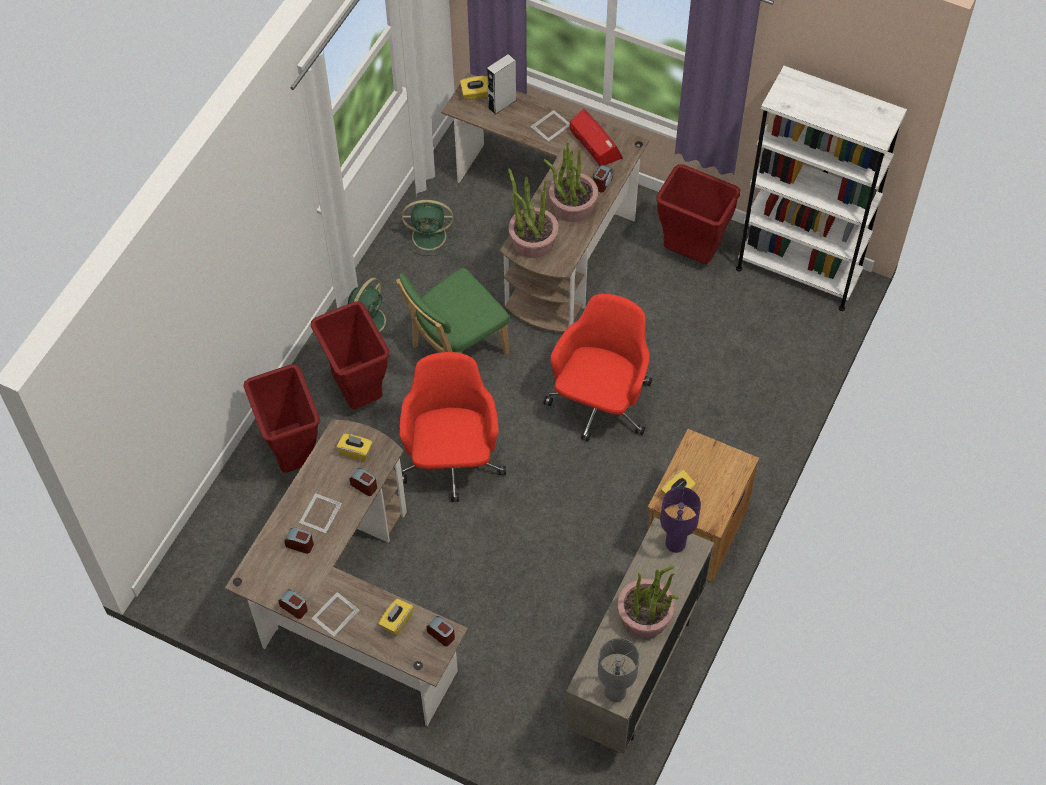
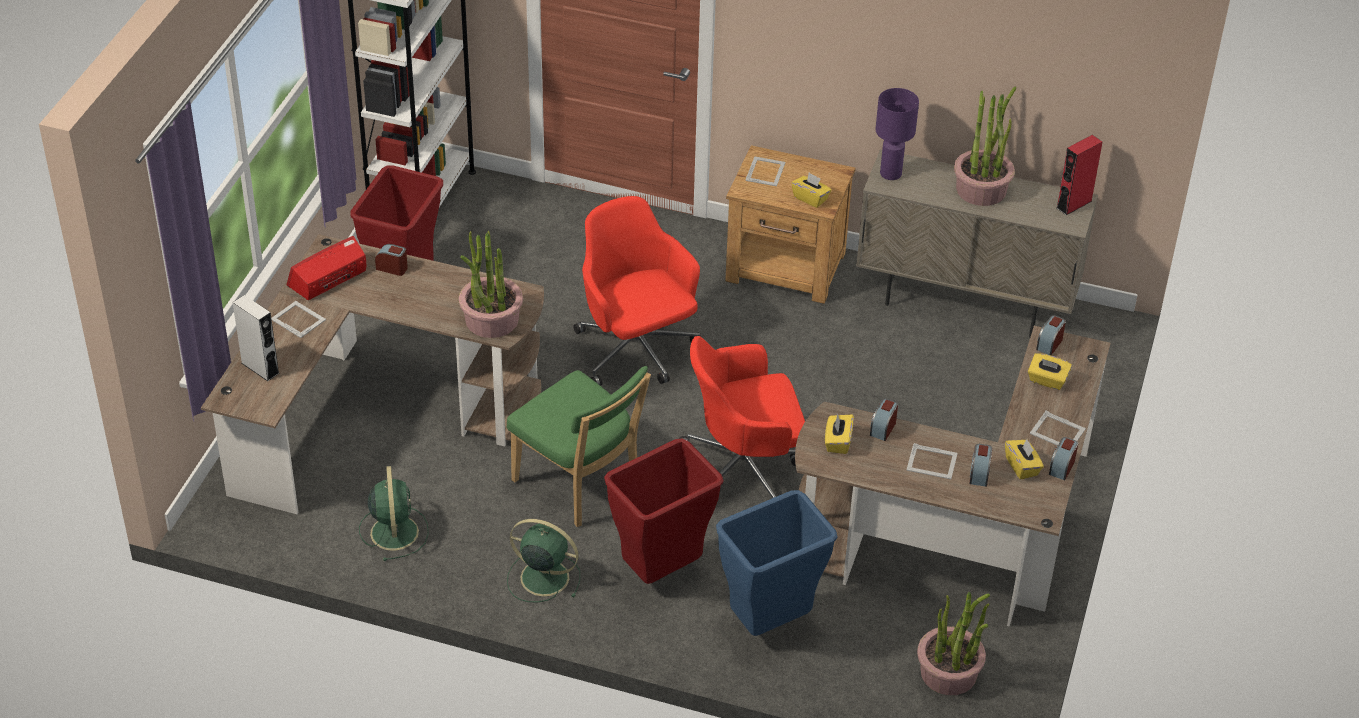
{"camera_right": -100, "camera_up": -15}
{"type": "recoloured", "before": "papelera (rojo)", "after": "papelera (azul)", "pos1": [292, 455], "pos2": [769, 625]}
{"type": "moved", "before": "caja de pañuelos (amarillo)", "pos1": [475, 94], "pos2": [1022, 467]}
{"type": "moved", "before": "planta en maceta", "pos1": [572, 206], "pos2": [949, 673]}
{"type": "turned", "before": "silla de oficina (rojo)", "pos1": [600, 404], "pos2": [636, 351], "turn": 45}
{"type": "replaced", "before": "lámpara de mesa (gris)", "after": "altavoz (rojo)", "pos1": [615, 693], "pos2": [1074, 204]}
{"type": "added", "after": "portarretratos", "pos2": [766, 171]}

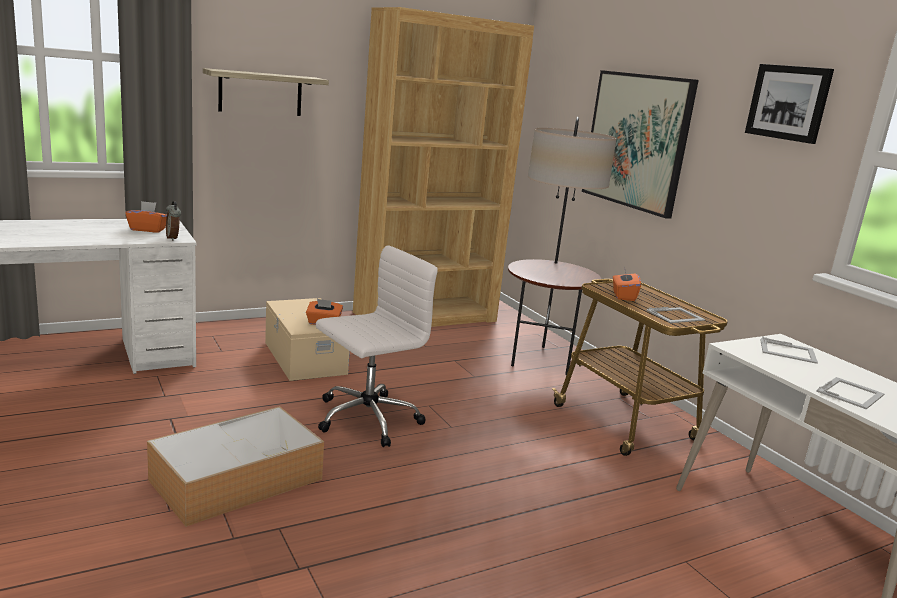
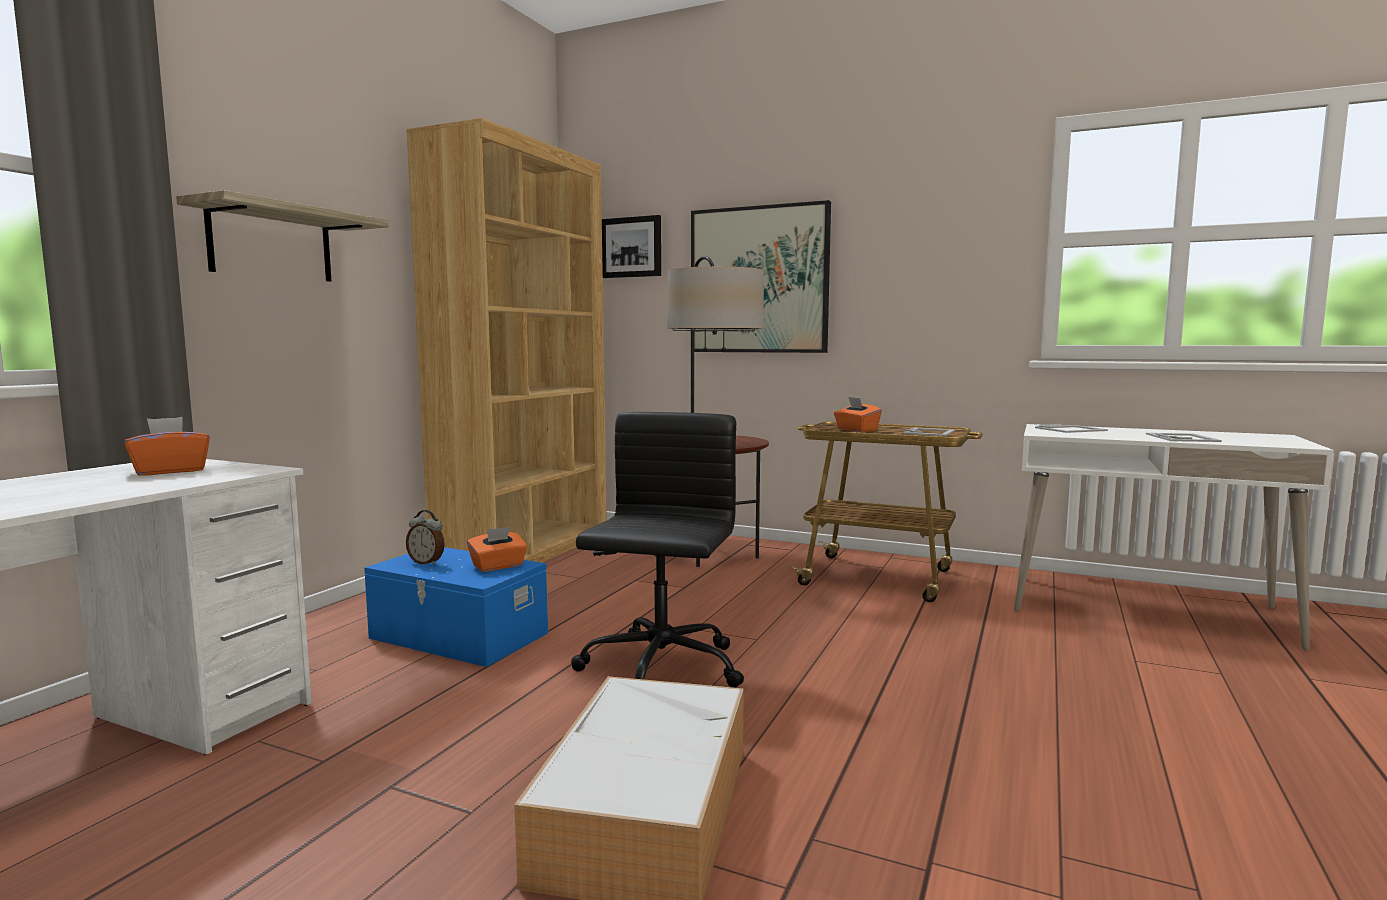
{"camera_right": -35, "camera_up": -10}
{"type": "moved", "before": "despertador", "pos1": [173, 238], "pos2": [427, 562]}
{"type": "recoloured", "before": "caja de almacenaje (beis)", "after": "caja de almacenaje (azul)", "pos1": [304, 358], "pos2": [458, 636]}
{"type": "recoloured", "before": "silla de oficina (blanco)", "after": "silla de oficina (negro)", "pos1": [366, 419], "pos2": [660, 669]}
{"type": "moved", "before": "cuadro", "pos1": [788, 102], "pos2": [631, 247]}

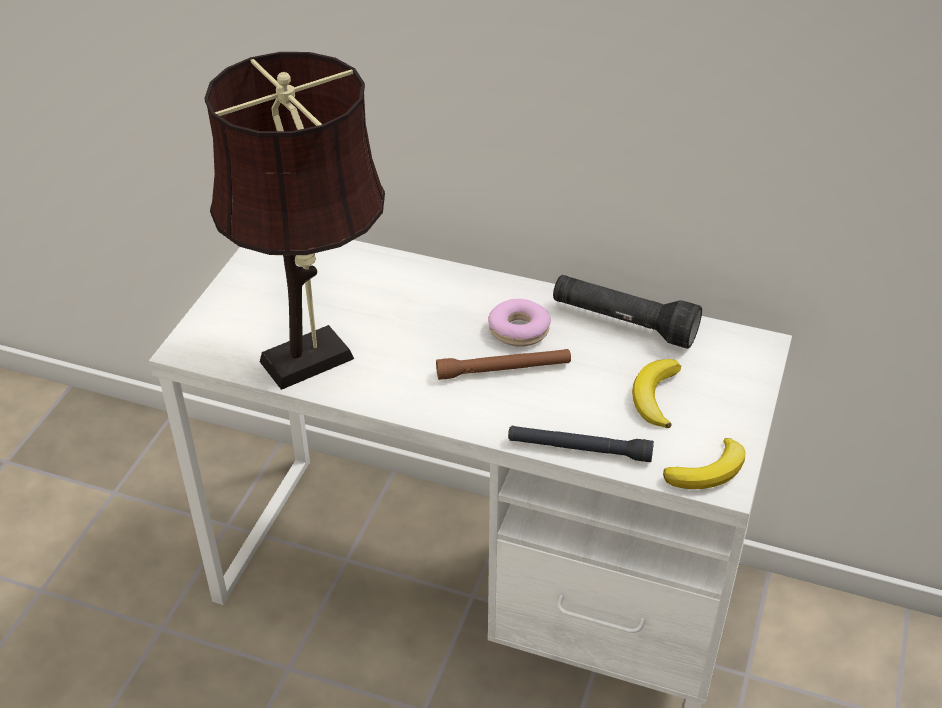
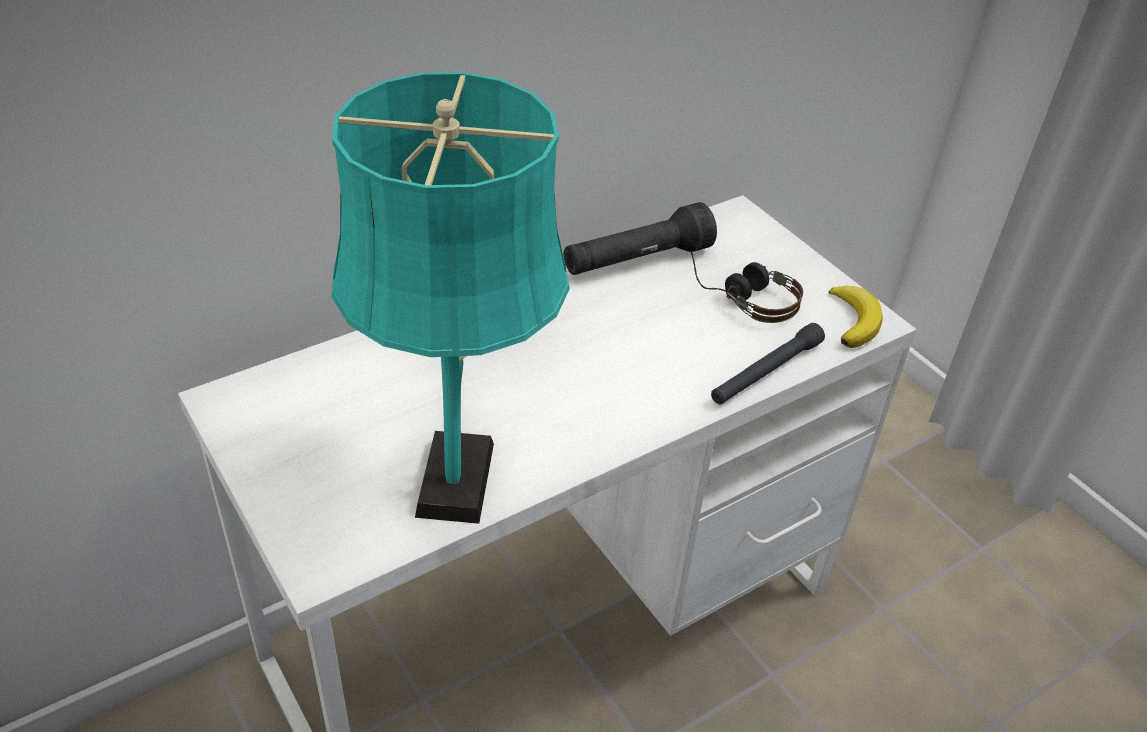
{"camera_right": -55, "camera_up": 0}
{"type": "recoloured", "before": "lámpara de mesa (marrón)", "after": "lámpara de mesa (turquesa)", "pos1": [315, 357], "pos2": [458, 470]}
{"type": "removed", "before": "linterna (marrón)", "pos1": [503, 370]}
{"type": "removed", "before": "rosquilla", "pos1": [519, 330]}
{"type": "replaced", "before": "plátano", "after": "auriculares", "pos1": [655, 396], "pos2": [743, 296]}

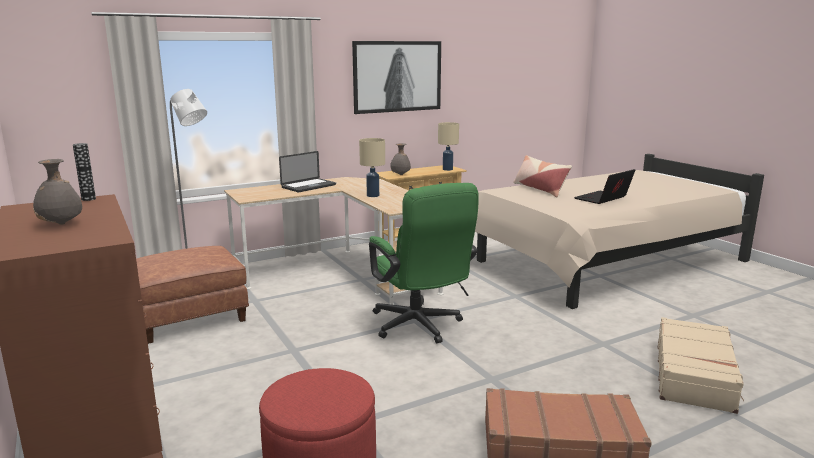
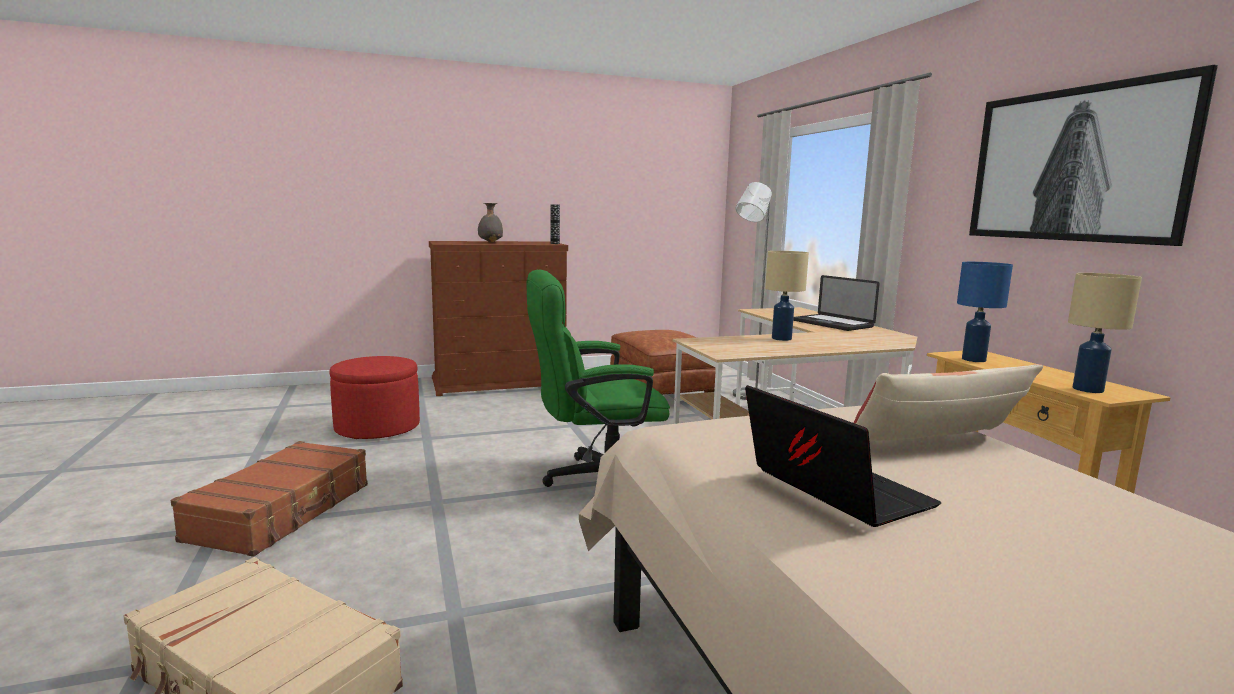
{"camera_right": 100, "camera_up": -5}
{"type": "replaced", "before": "florero (gris)", "after": "lámpara de mesa (azul)", "pos1": [400, 175], "pos2": [973, 359]}

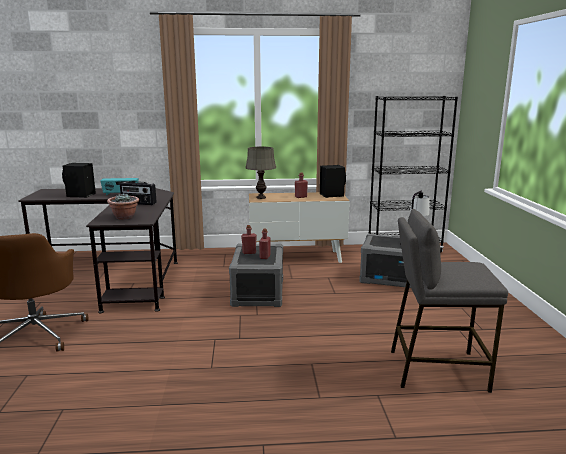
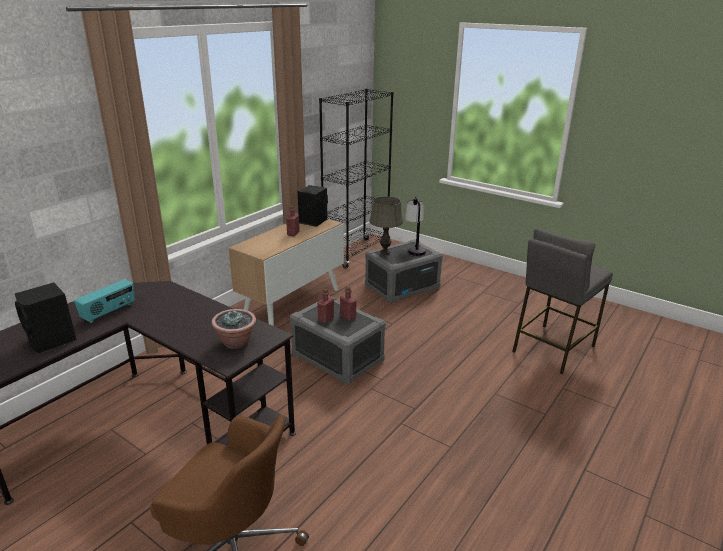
{"camera_right": -50, "camera_up": 10}
{"type": "removed", "before": "radio", "pos1": [138, 203]}
{"type": "moved", "before": "lámpara de mesa (gris)", "pos1": [261, 197], "pos2": [385, 252]}

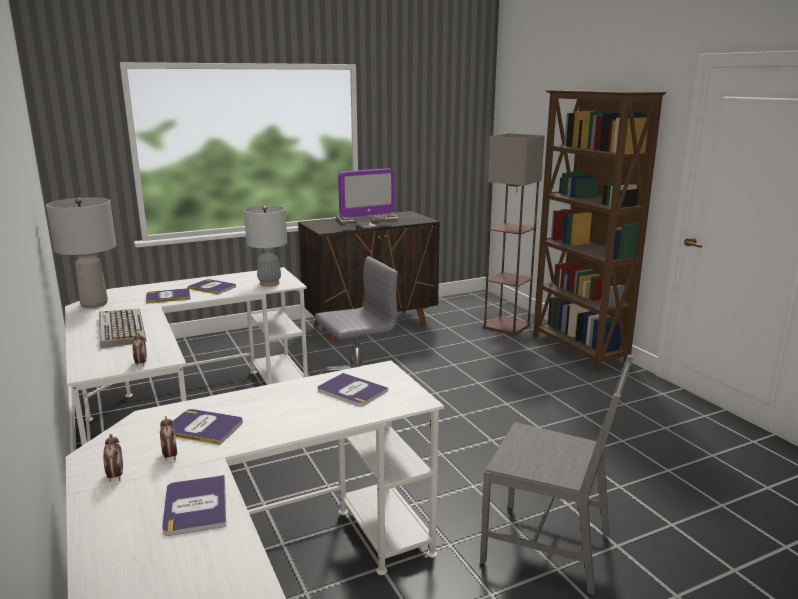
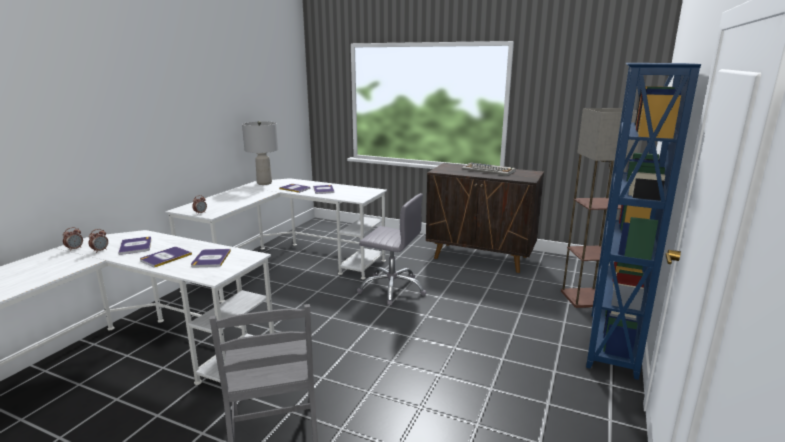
{"camera_right": 50, "camera_up": 0}
{"type": "removed", "before": "teclado", "pos1": [121, 329]}
{"type": "moved", "before": "libro", "pos1": [195, 506], "pos2": [165, 257]}
{"type": "removed", "before": "lámpara de mesa (gris)", "pos1": [269, 283]}
{"type": "removed", "before": "monitor", "pos1": [367, 226]}
{"type": "recoloured", "before": "estantería (marrón)", "after": "estantería (azul)", "pos1": [578, 349], "pos2": [611, 344]}

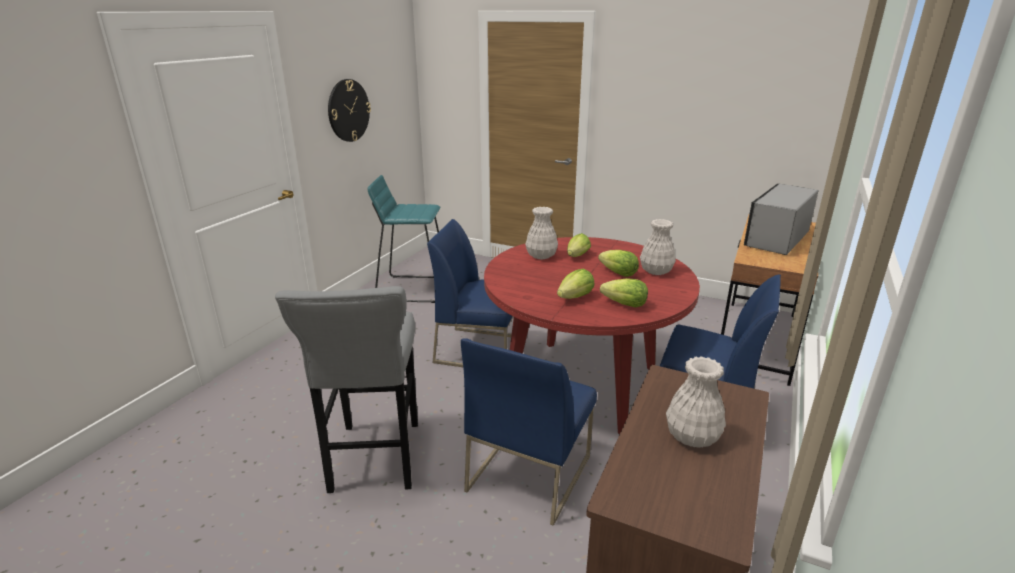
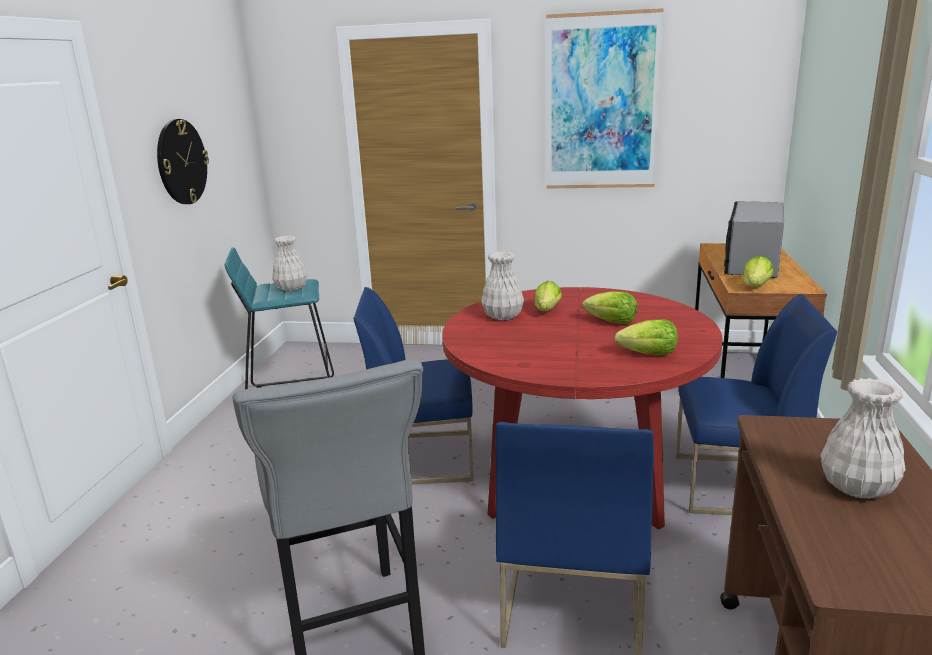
{"camera_right": -15, "camera_up": -5}
{"type": "moved", "before": "lechuga", "pos1": [575, 297], "pos2": [756, 286]}
{"type": "moved", "before": "florero (blanco)", "pos1": [656, 271], "pos2": [292, 288]}
{"type": "added", "after": "cuadro", "pos2": [601, 103]}

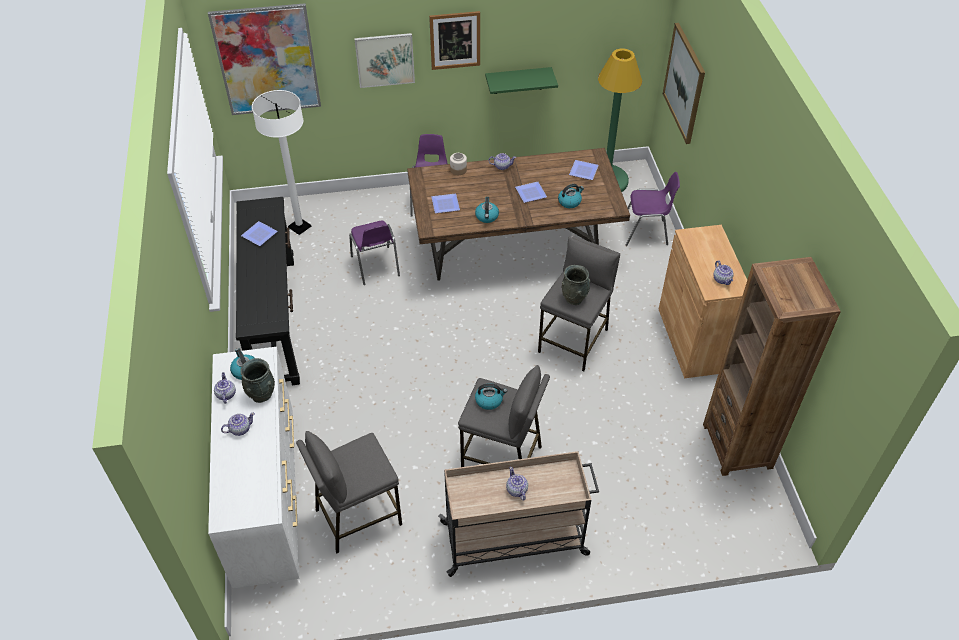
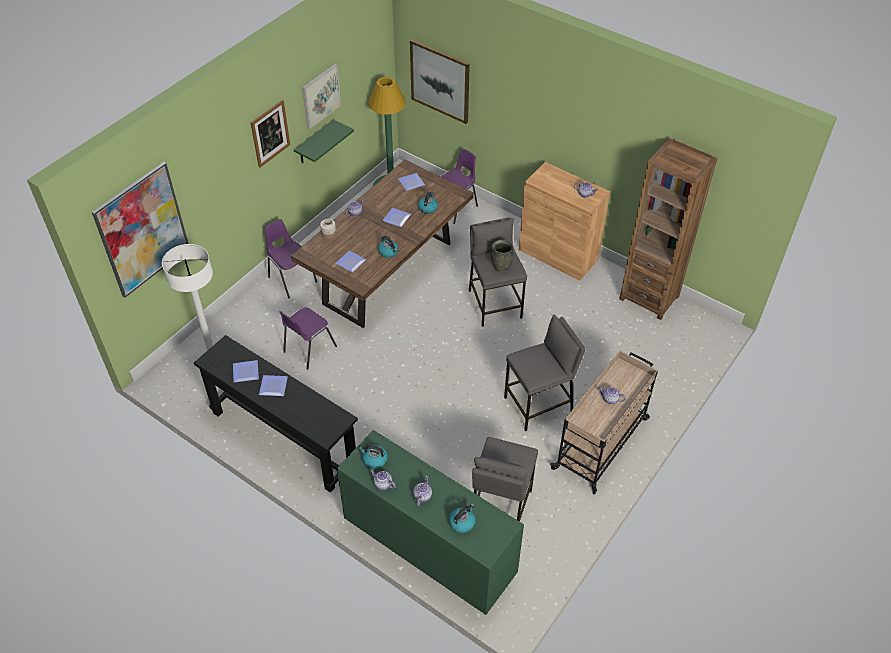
{"camera_right": -45, "camera_up": 0}
{"type": "recoloured", "before": "cómoda (blanco)", "after": "cómoda (verde)", "pos1": [266, 496], "pos2": [429, 547]}
{"type": "removed", "before": "florero (gris)", "pos1": [261, 394]}
{"type": "turned", "before": "silla (morado)", "pos1": [375, 267], "pos2": [308, 349], "turn": 105}
{"type": "moved", "before": "cuadro", "pos1": [385, 60], "pos2": [321, 96]}
{"type": "moved", "before": "hervidor", "pos1": [489, 400], "pos2": [462, 522]}
{"type": "added", "after": "plato", "pos2": [274, 386]}

